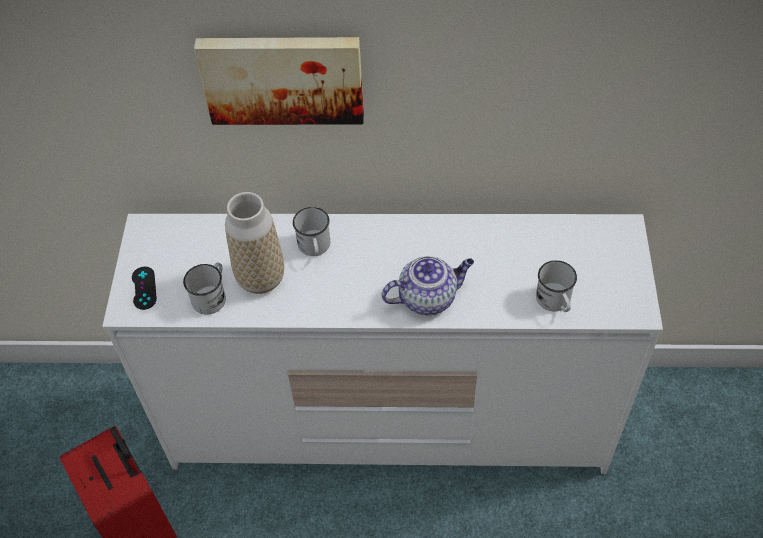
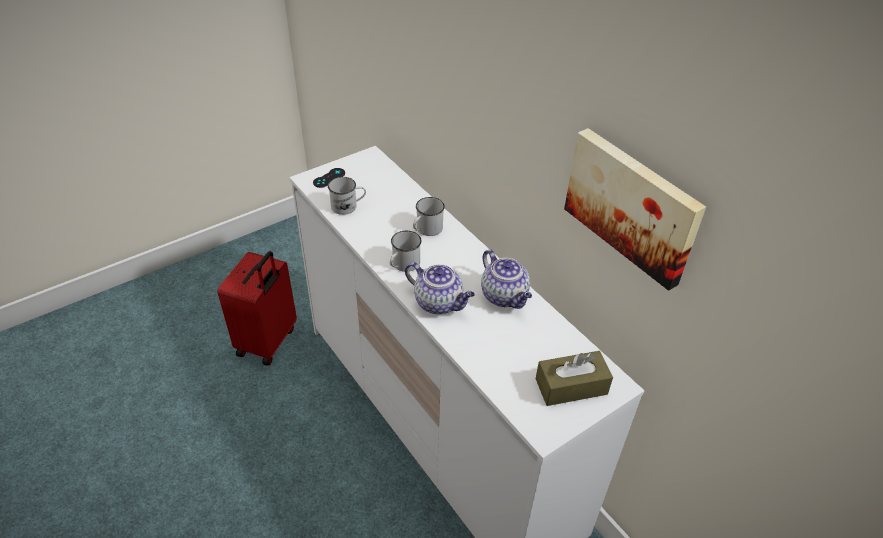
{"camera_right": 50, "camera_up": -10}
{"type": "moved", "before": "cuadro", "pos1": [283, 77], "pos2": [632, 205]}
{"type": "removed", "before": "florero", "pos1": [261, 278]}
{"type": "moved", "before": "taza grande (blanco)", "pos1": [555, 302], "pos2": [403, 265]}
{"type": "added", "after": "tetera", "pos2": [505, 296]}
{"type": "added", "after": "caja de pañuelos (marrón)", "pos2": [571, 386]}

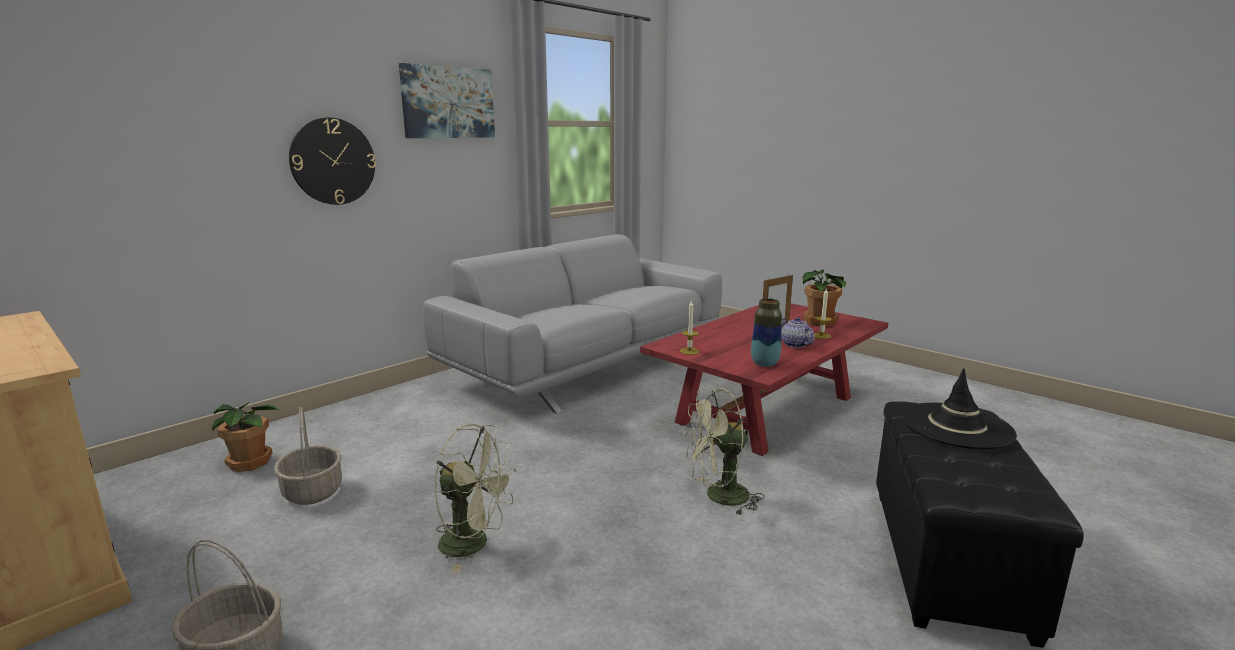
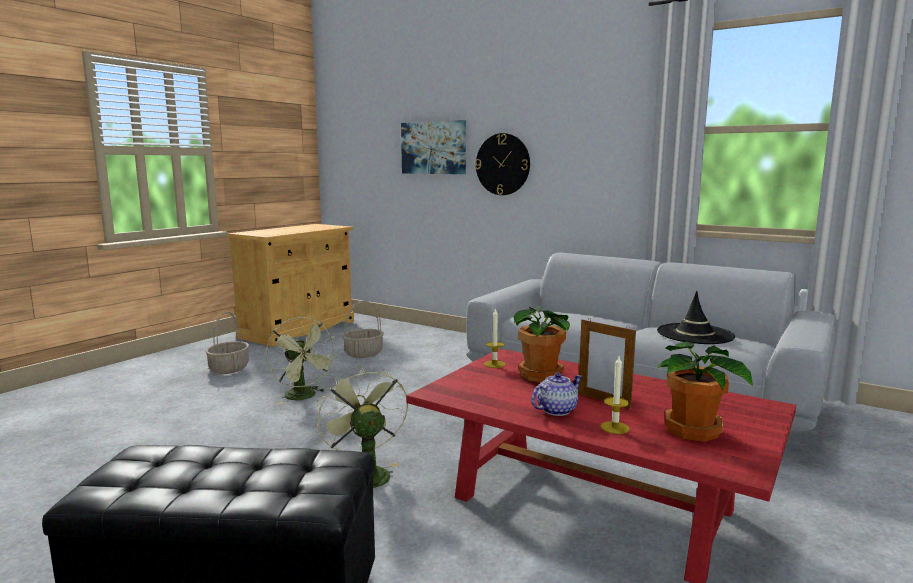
{"camera_right": 80, "camera_up": -5}
{"type": "moved", "before": "planta en maceta", "pos1": [251, 462], "pos2": [542, 375]}
{"type": "moved", "before": "cuadro", "pos1": [448, 102], "pos2": [433, 148]}
{"type": "turned", "before": "ventilador (verde)", "pos1": [474, 544], "pos2": [304, 397], "turn": -45}
{"type": "removed", "before": "florero", "pos1": [764, 364]}
{"type": "moved", "before": "sombrero (negro)", "pos1": [956, 426], "pos2": [695, 334]}

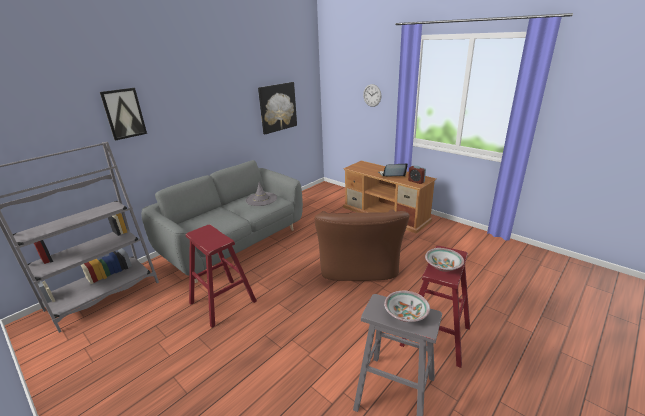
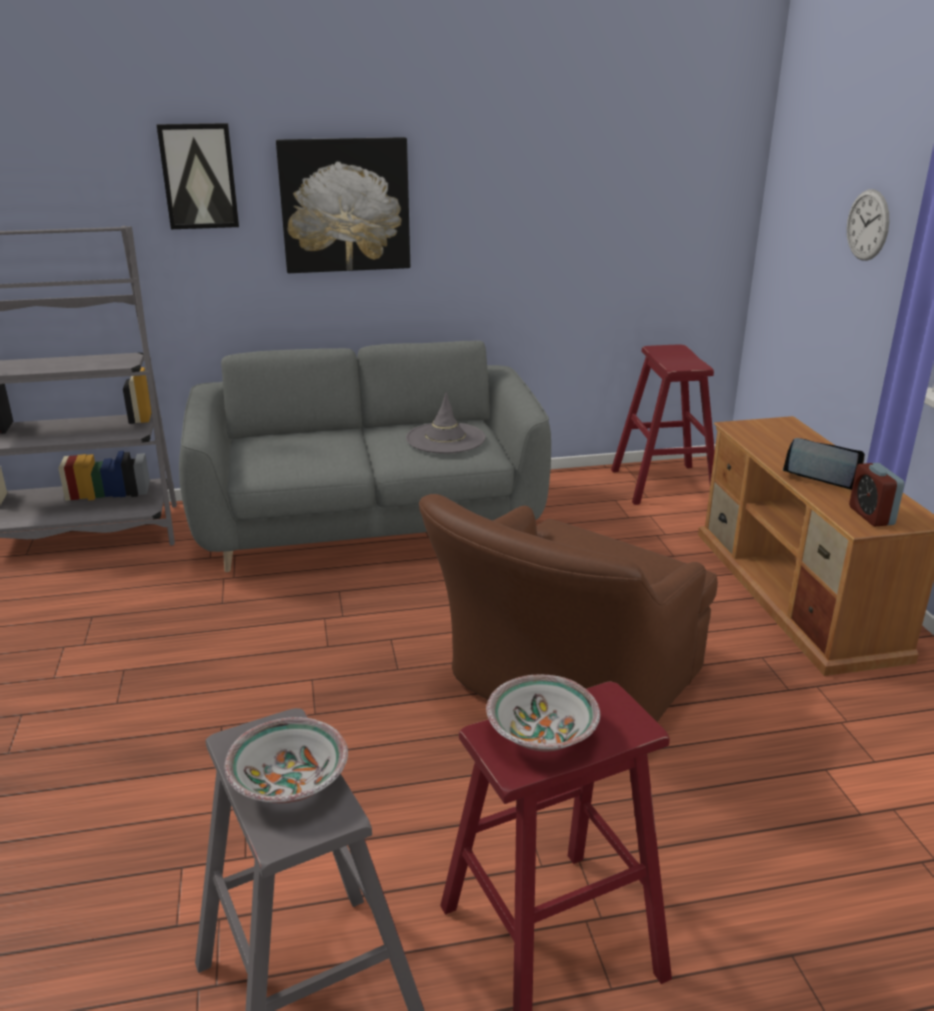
{"camera_right": 35, "camera_up": 0}
{"type": "moved", "before": "taburete (rojo)", "pos1": [223, 302], "pos2": [663, 484]}
{"type": "moved", "before": "cuadro", "pos1": [277, 107], "pos2": [345, 205]}

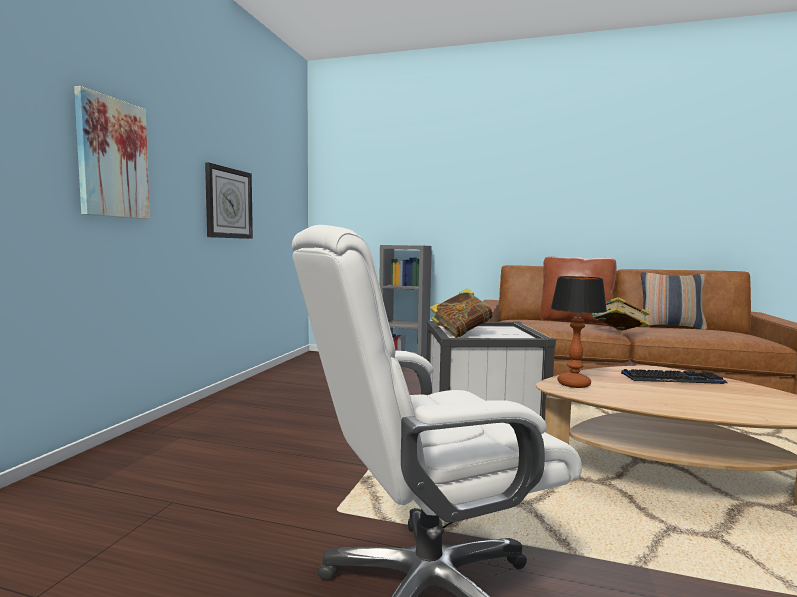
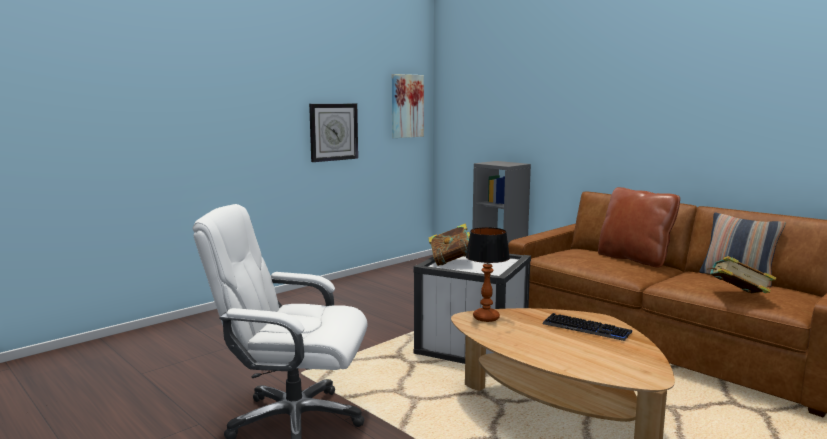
{"camera_right": 30, "camera_up": 5}
{"type": "moved", "before": "cuadro", "pos1": [112, 158], "pos2": [406, 106]}
{"type": "moved", "before": "libro", "pos1": [618, 333], "pos2": [737, 296]}

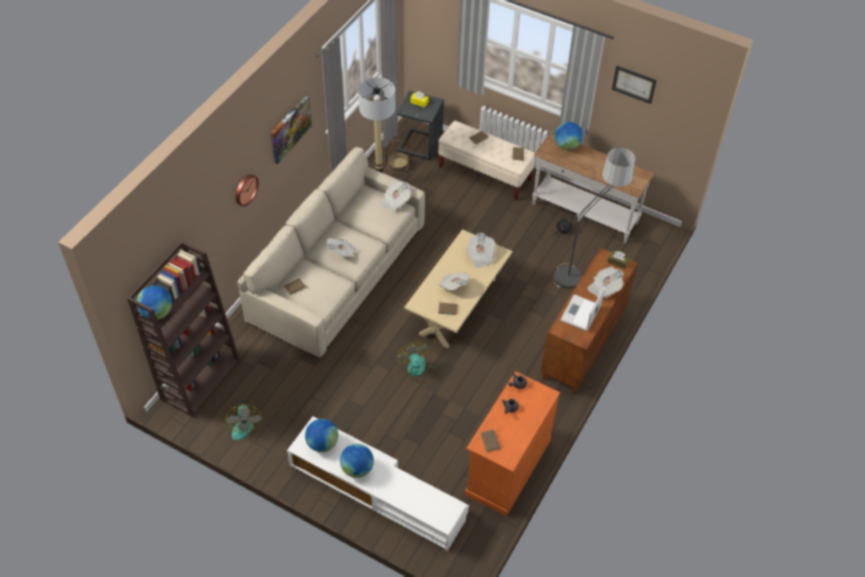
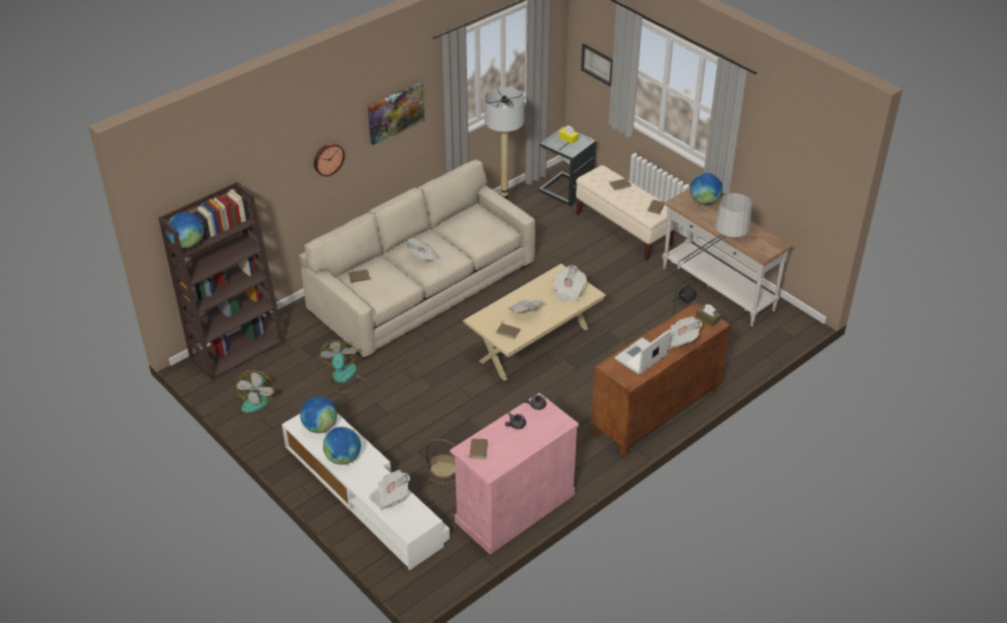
{"camera_right": 20, "camera_up": -10}
{"type": "moved", "before": "periódico", "pos1": [395, 201], "pos2": [390, 497]}
{"type": "moved", "before": "cesta", "pos1": [398, 165], "pos2": [443, 472]}
{"type": "moved", "before": "ventilador", "pos1": [419, 371], "pos2": [344, 378]}
{"type": "recoloured", "before": "armario (naranja)", "after": "armario (rosa)", "pos1": [507, 467], "pos2": [514, 508]}
{"type": "moved", "before": "cuadro", "pos1": [634, 84], "pos2": [597, 64]}

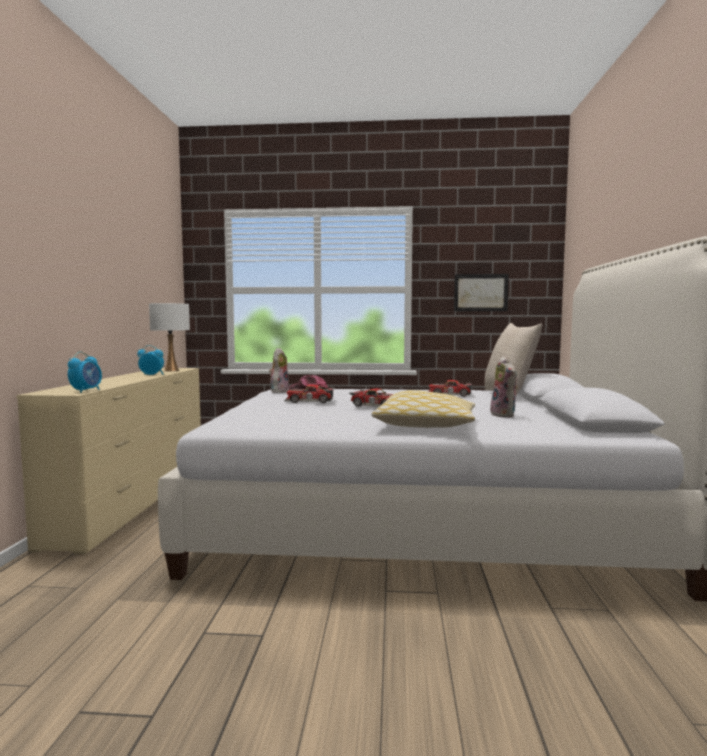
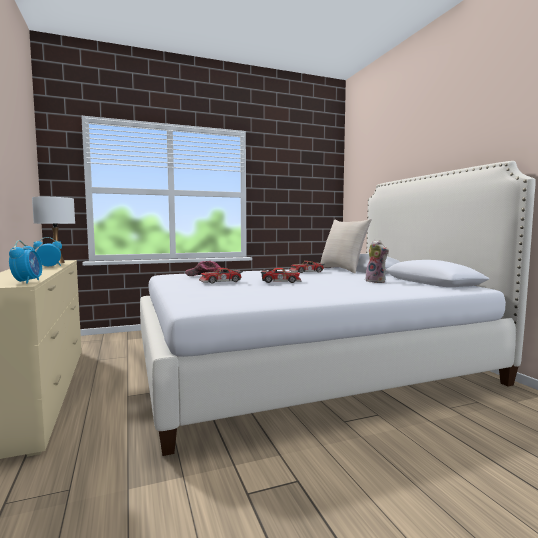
{"camera_right": -25, "camera_up": 0}
{"type": "removed", "before": "peluche", "pos1": [279, 391]}
{"type": "removed", "before": "cojín", "pos1": [426, 425]}
{"type": "removed", "before": "cuadro", "pos1": [480, 292]}

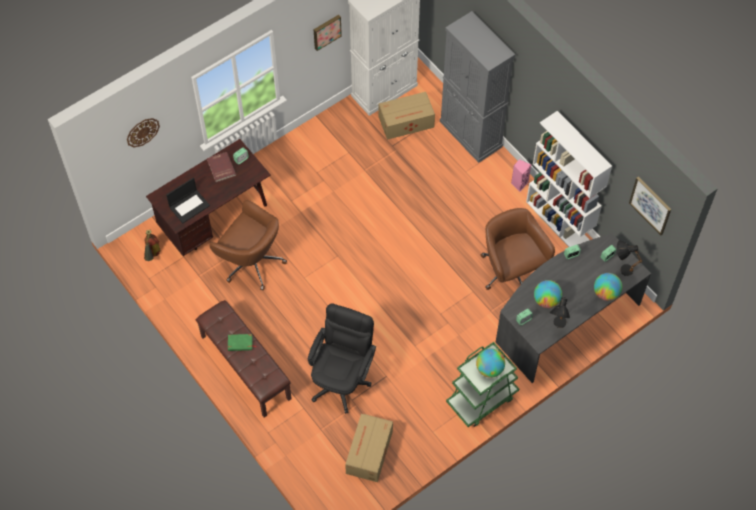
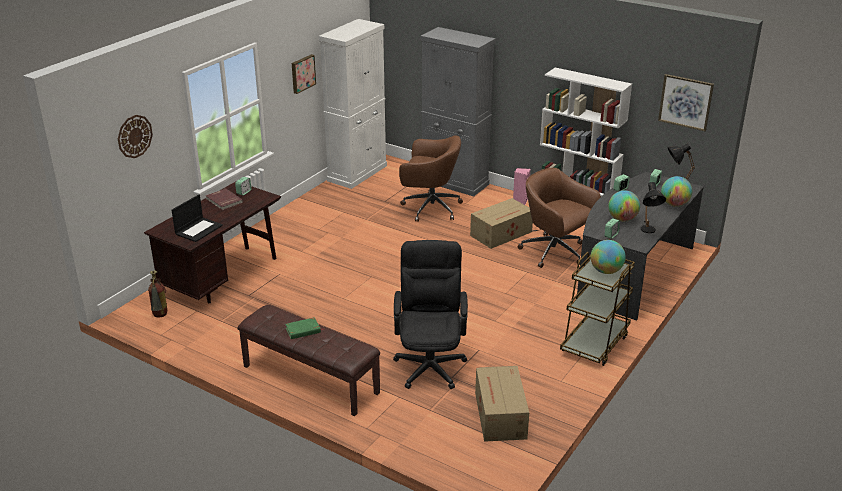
{"camera_right": -20, "camera_up": -30}
{"type": "moved", "before": "silla de oficina (marrón)", "pos1": [251, 262], "pos2": [430, 208]}
{"type": "moved", "before": "caja de cartón", "pos1": [407, 122], "pos2": [502, 233]}
{"type": "recoloured", "before": "carrito (verde)", "after": "carrito (marrón)", "pos1": [481, 399], "pos2": [594, 343]}

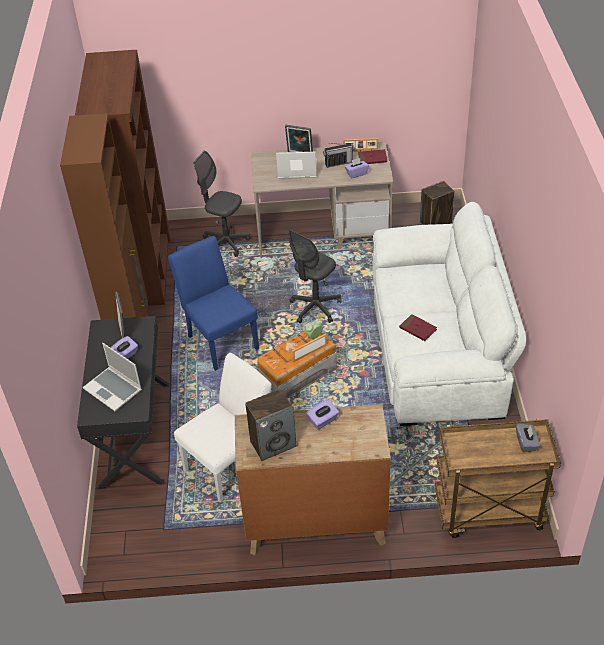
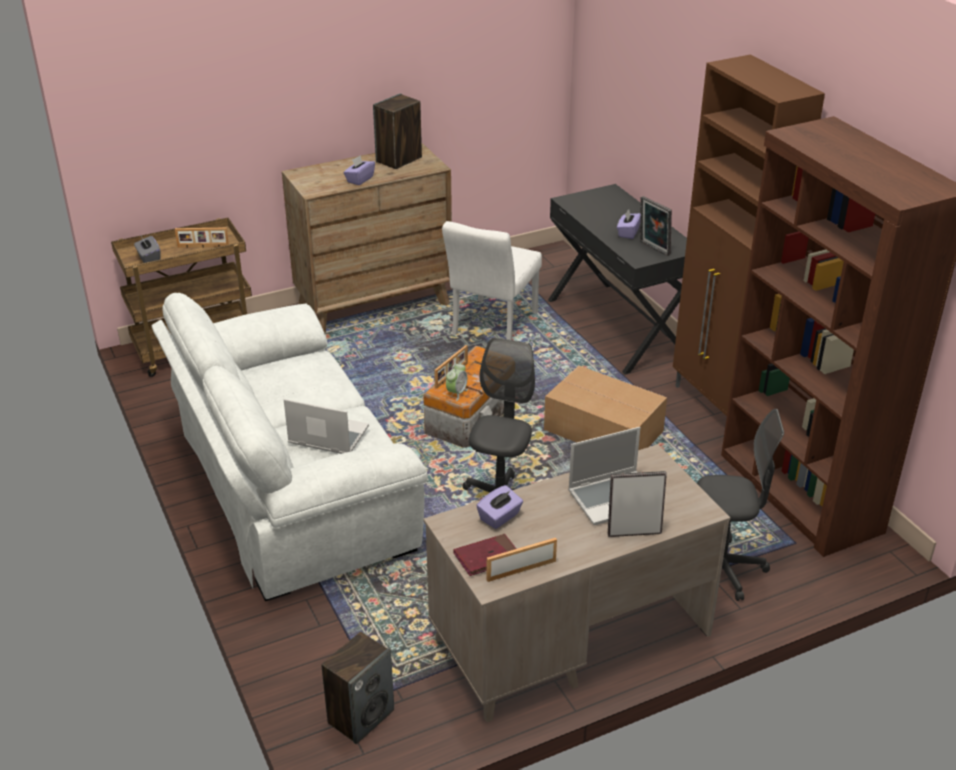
{"camera_right": 155, "camera_up": -10}
{"type": "moved", "before": "portátil", "pos1": [114, 389], "pos2": [327, 436]}
{"type": "replaced", "before": "silla (azul)", "after": "caja de cartón", "pos1": [220, 339], "pos2": [604, 432]}
{"type": "removed", "before": "radio", "pos1": [338, 163]}
{"type": "removed", "before": "libro (rojo)", "pos1": [418, 329]}
{"type": "added", "after": "portarretratos", "pos2": [203, 247]}

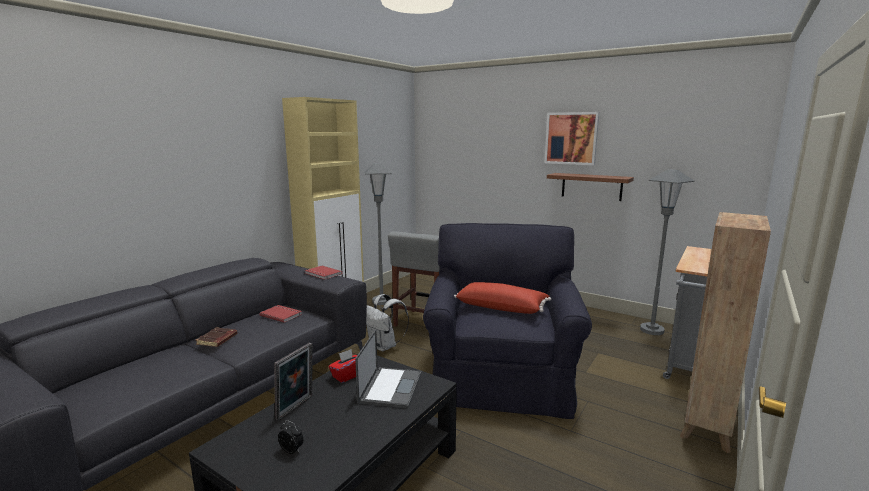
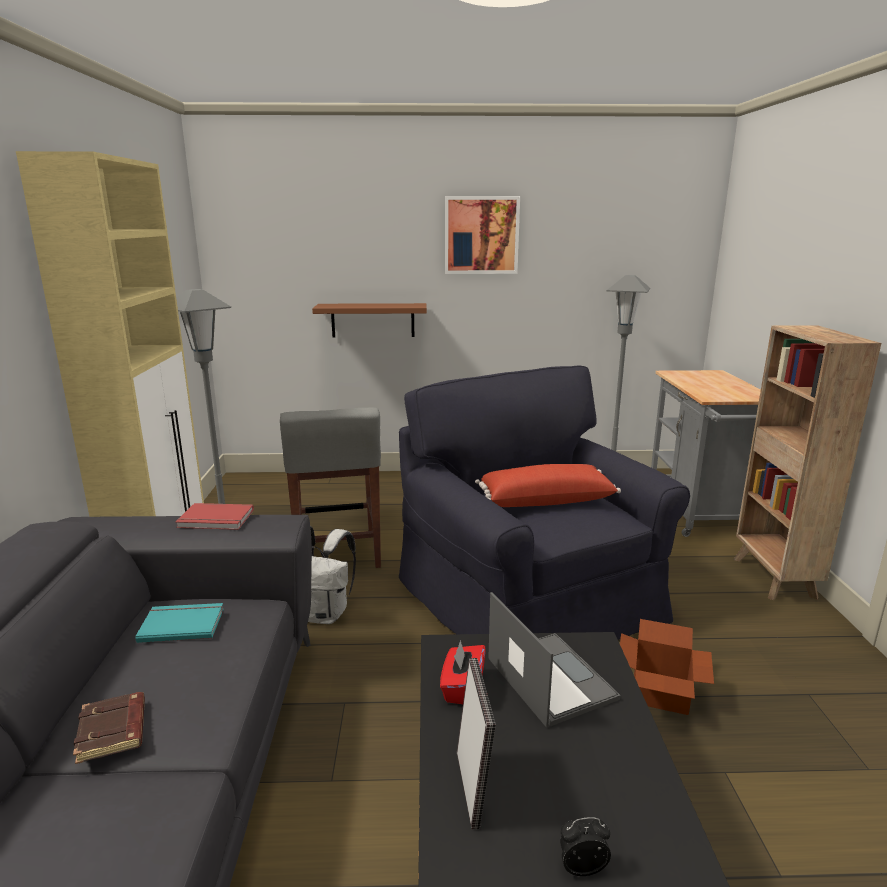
{"camera_right": -35, "camera_up": 5}
{"type": "recoloured", "before": "libro (rojo)", "after": "libro (turquesa)", "pos1": [281, 314], "pos2": [182, 624]}
{"type": "moved", "before": "estante (marrón)", "pos1": [591, 186], "pos2": [373, 320]}
{"type": "added", "after": "caja de cartón", "pos2": [659, 692]}

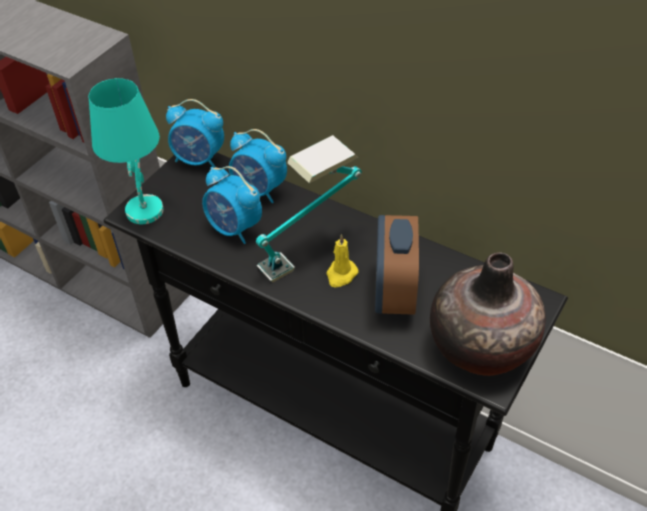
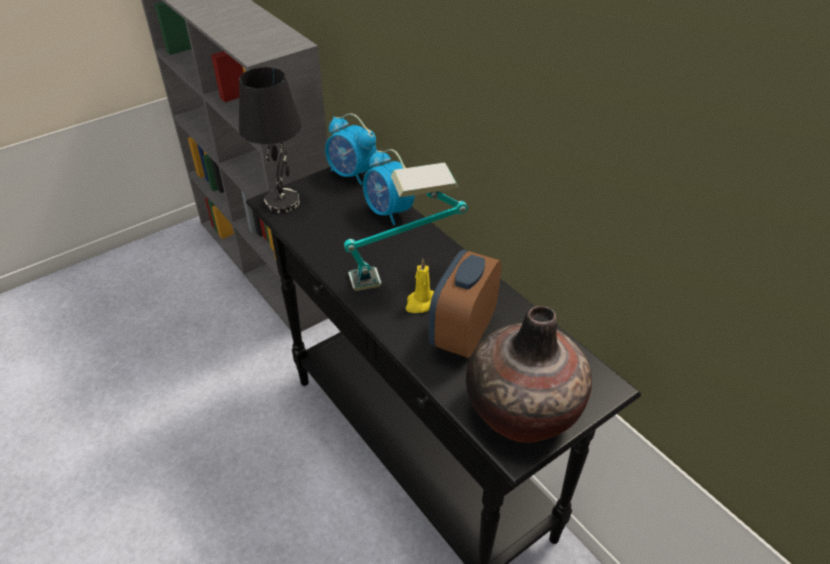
{"camera_right": 20, "camera_up": -5}
{"type": "recoloured", "before": "lámpara de mesa (turquesa)", "after": "lámpara de mesa (negro)", "pos1": [144, 210], "pos2": [282, 201]}
{"type": "removed", "before": "despertador", "pos1": [234, 228]}

